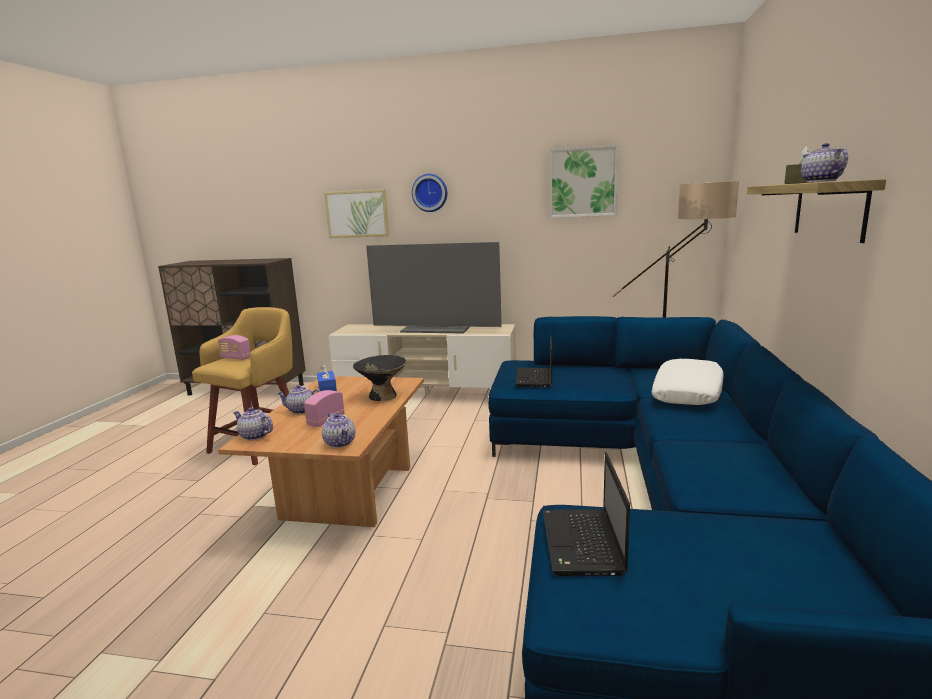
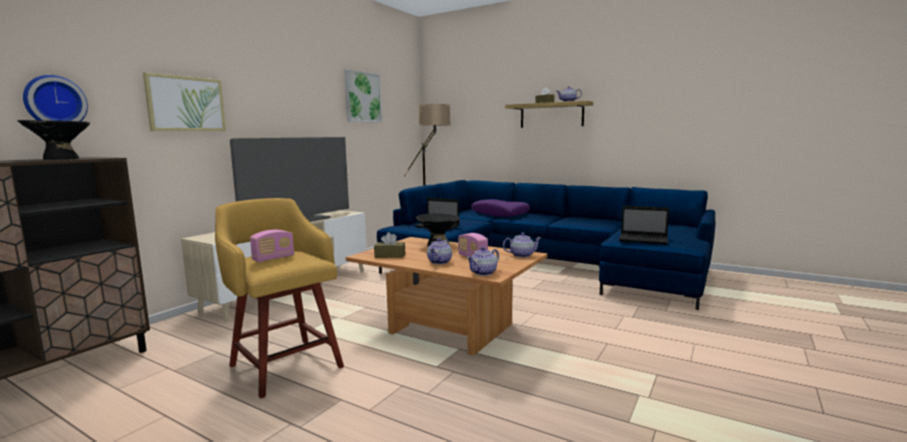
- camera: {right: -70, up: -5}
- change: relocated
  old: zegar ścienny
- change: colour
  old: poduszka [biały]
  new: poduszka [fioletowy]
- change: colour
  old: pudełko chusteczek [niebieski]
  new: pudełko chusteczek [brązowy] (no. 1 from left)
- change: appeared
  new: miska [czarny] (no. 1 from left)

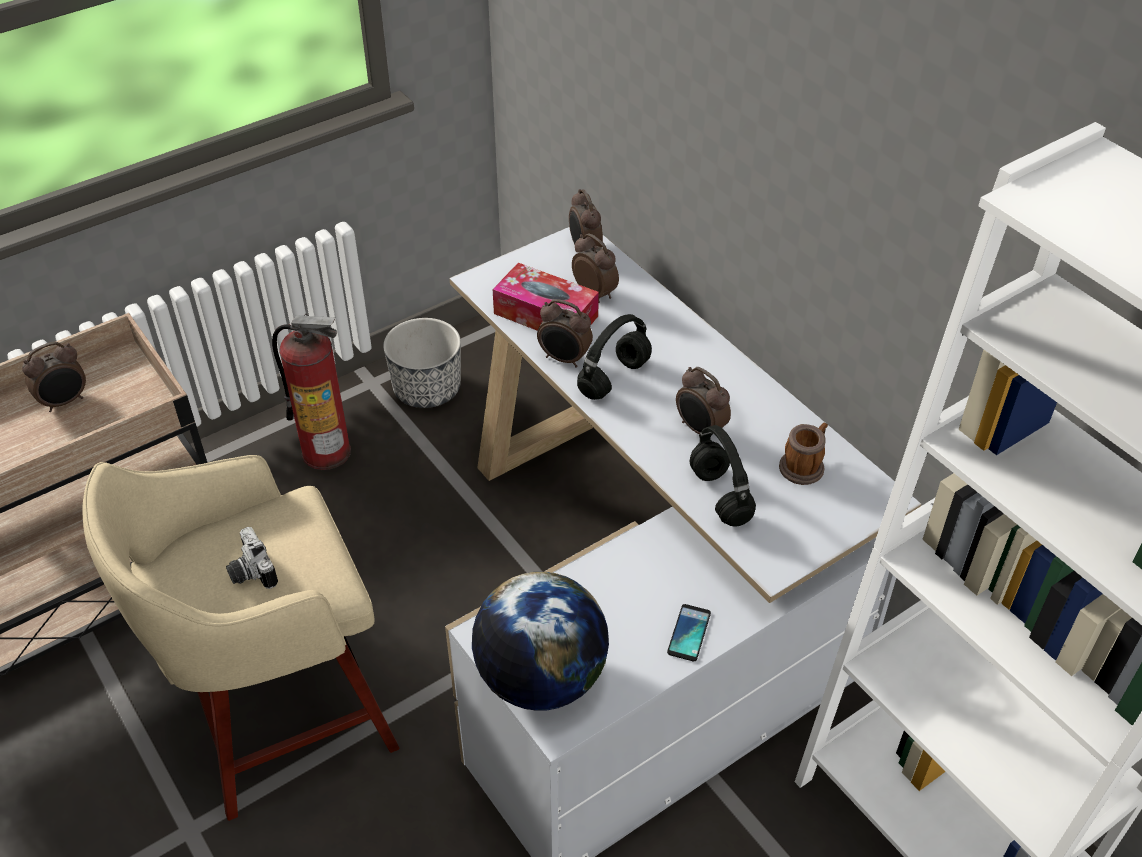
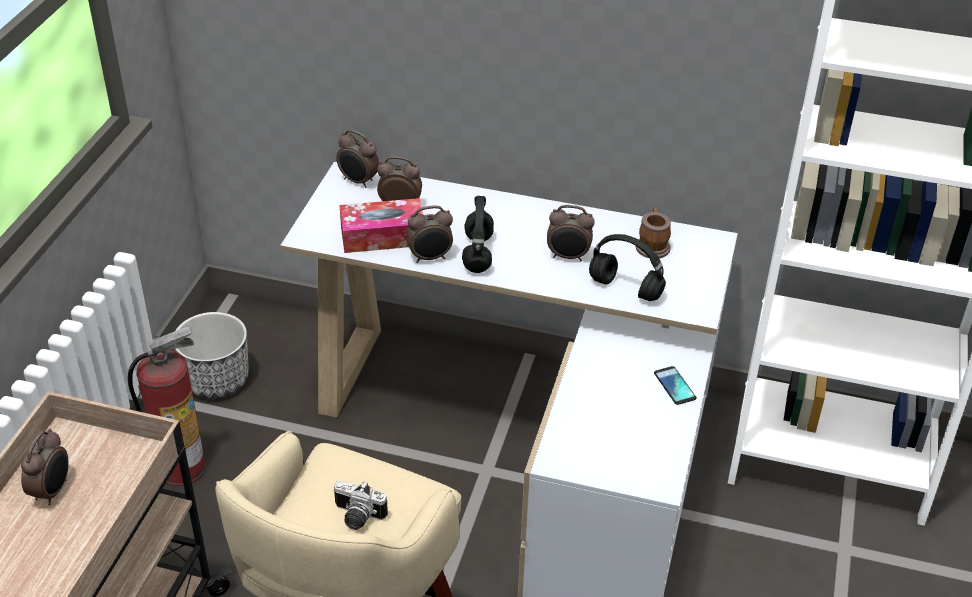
- camera: {right: -40, up: -5}
- change: missing
  old: globus

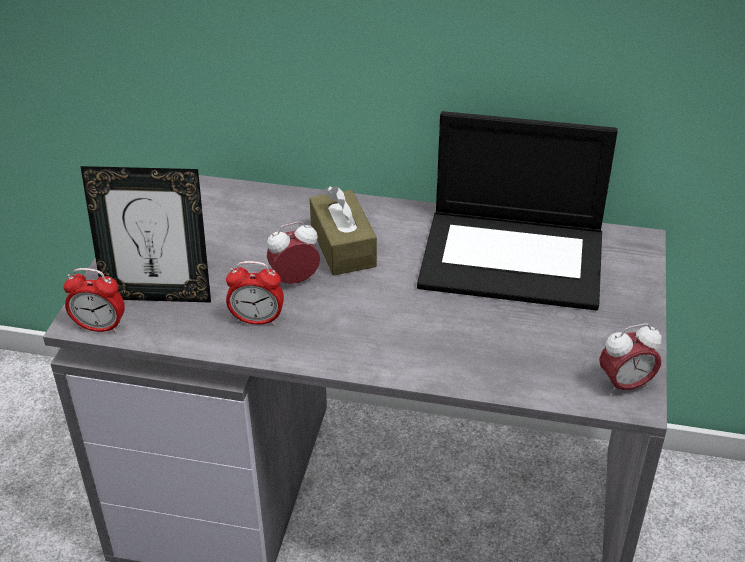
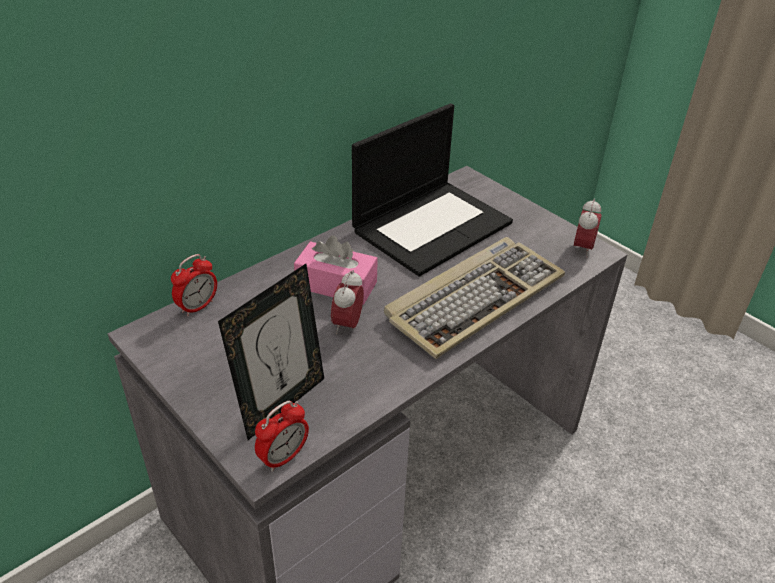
- camera: {right: -55, up: 0}
- change: colour
  old: pudełko chusteczek [brązowy]
  new: pudełko chusteczek [różowy]
- change: relocated
  old: budzik (no. 2 from left in the first image)
  new: budzik (no. 1 from left)
- change: appeared
  new: klawiatura

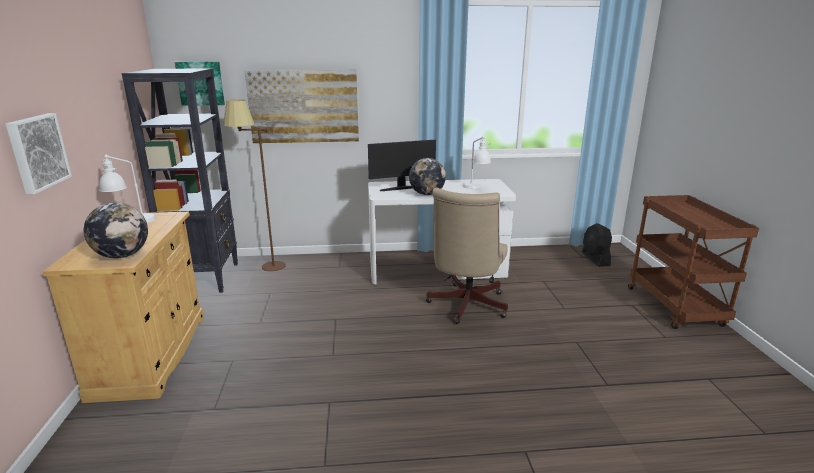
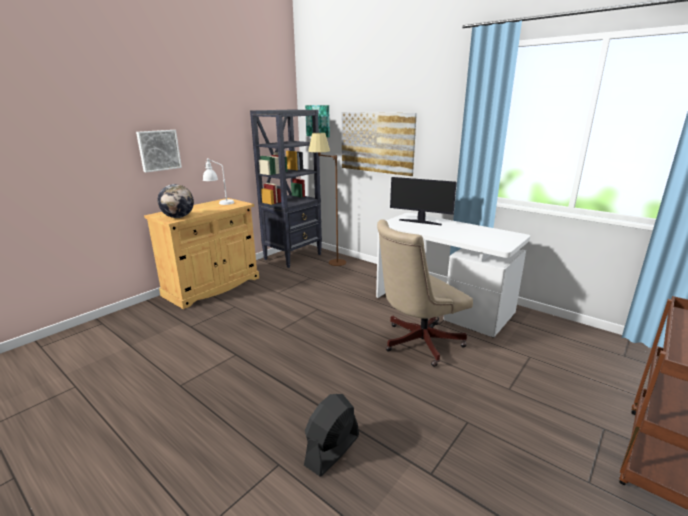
- camera: {right: 45, up: 0}
- change: missing
  old: lampa stołowa [biały] (no. 2 from left)
- change: missing
  old: globus (no. 2 from left)
- change: relocated
  old: wentylator [czarny]

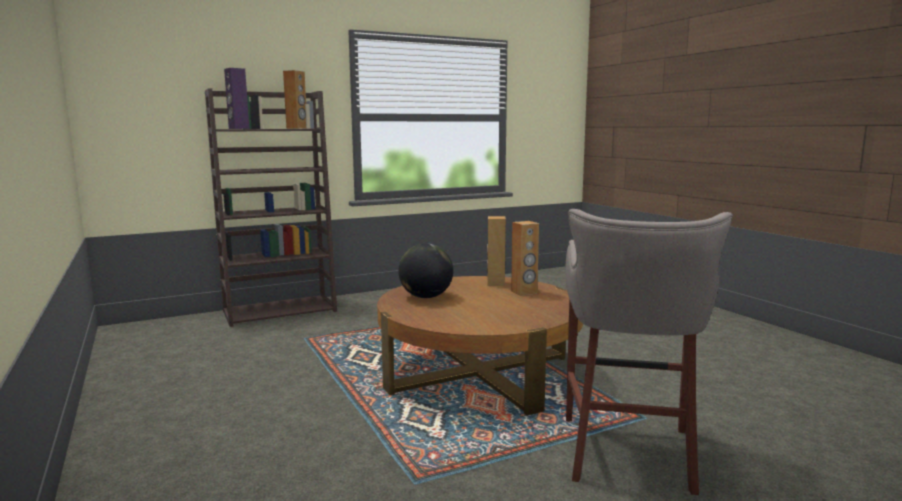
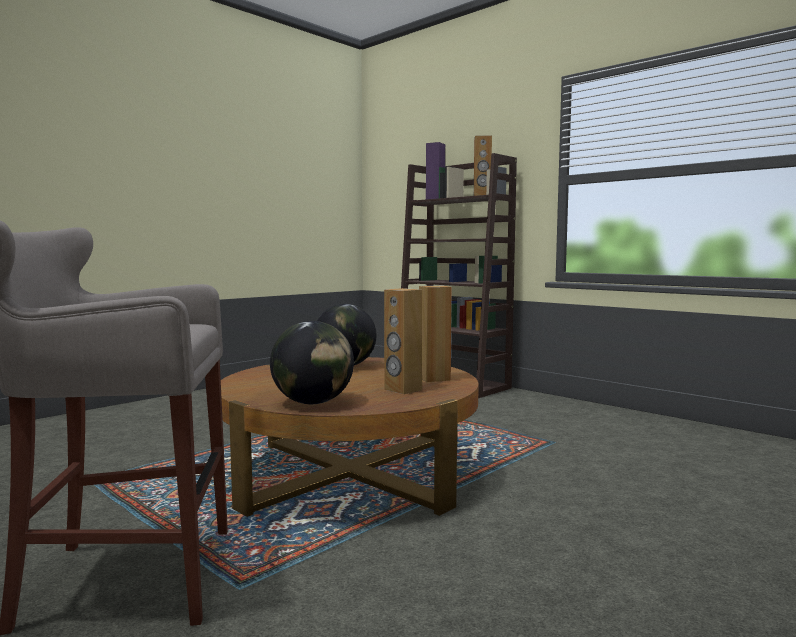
- camera: {right: 70, up: -5}
- change: appeared
  new: globus (no. 1 from left)

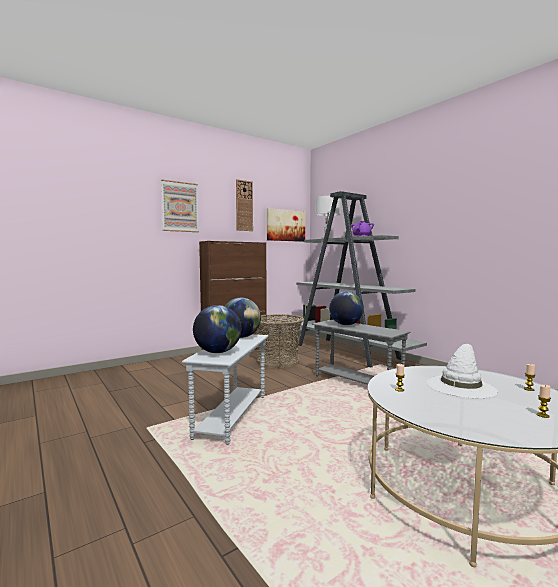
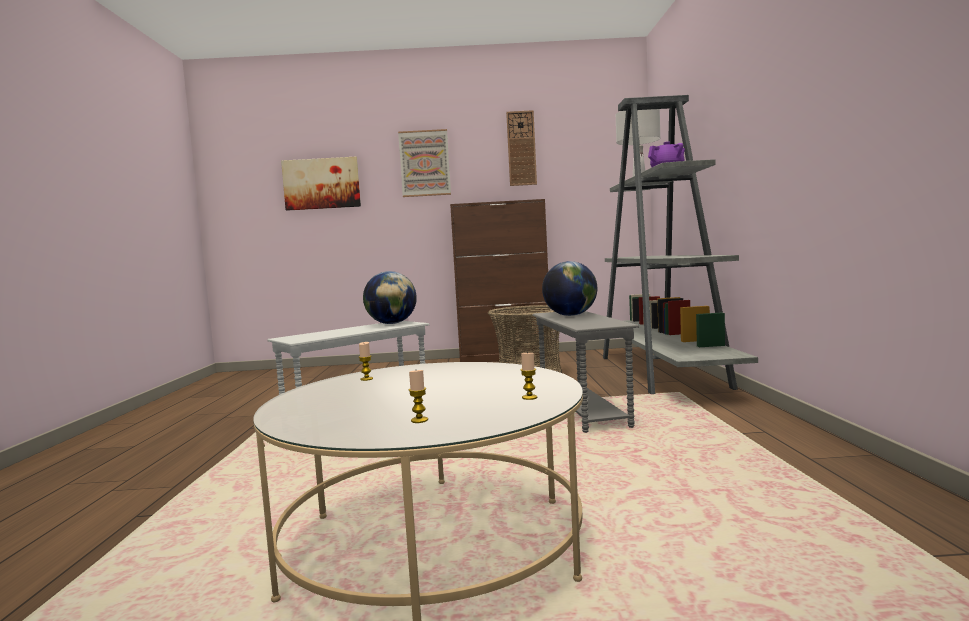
- camera: {right: 35, up: 0}
- change: relocated
  old: obraz (no. 2 from left in the first image)
  new: obraz (no. 1 from left)
- change: missing
  old: globus (no. 1 from left)
- change: missing
  old: kapelusz [biały]

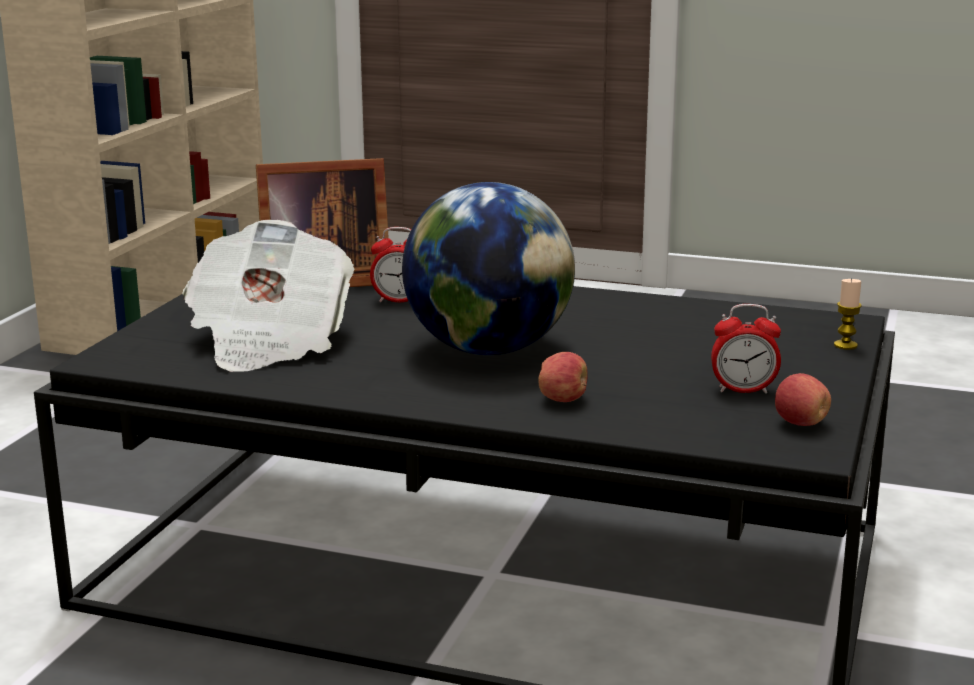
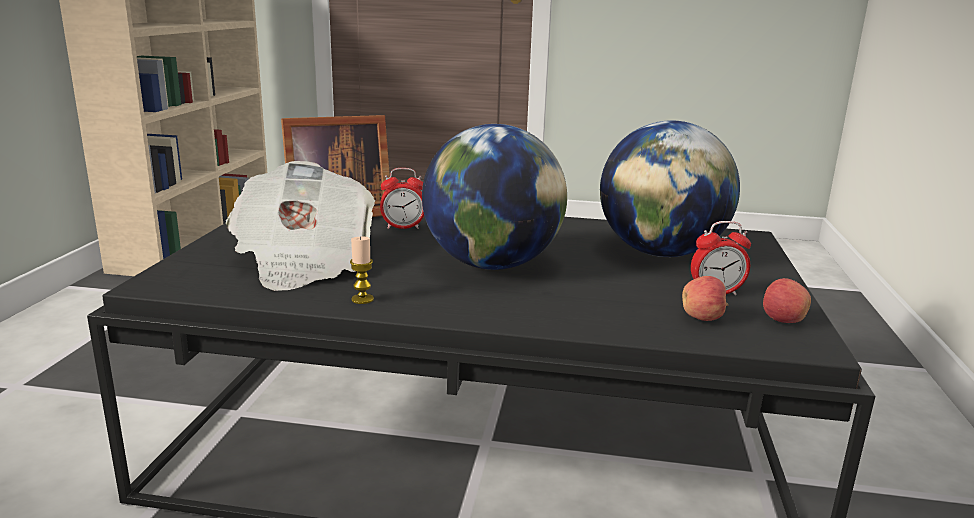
- camera: {right: -10, up: 0}
- change: relocated
  old: świeca
- change: relocated
  old: jabłko (no. 1 from left)
- change: appeared
  new: globus (no. 2 from left)

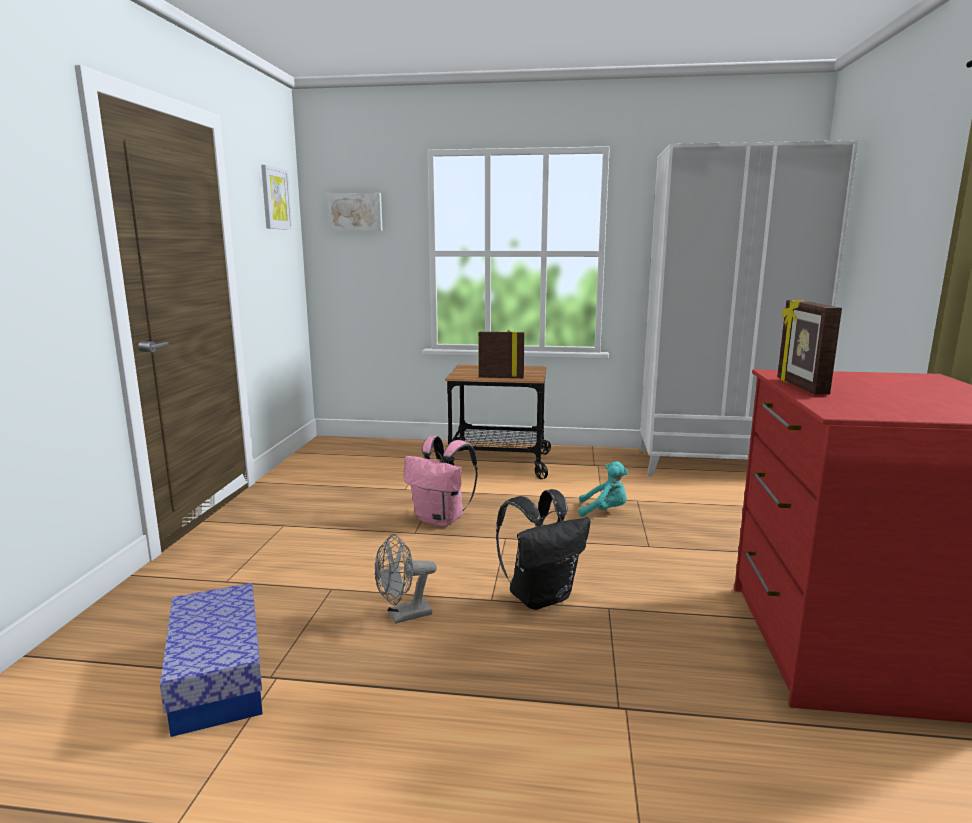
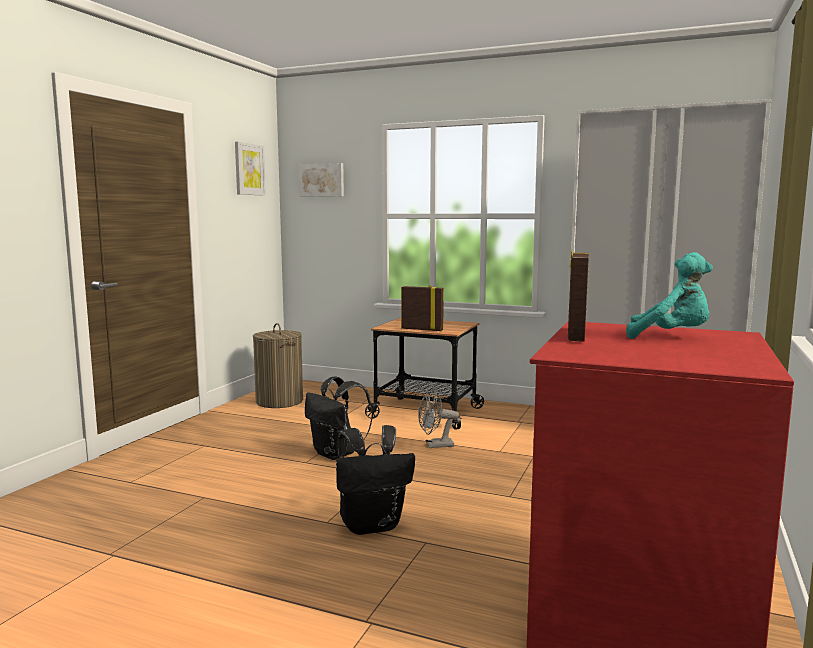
- camera: {right: 15, up: -5}
- change: colour
  old: plecak [różowy]
  new: plecak [czarny] (no. 1 from left)
- change: relocated
  old: pluszak [turkusowy]
- change: relocated
  old: wentylator [szary]
- change: missing
  old: pojemnik do przechowywania
- change: appeared
  new: kosz na pranie

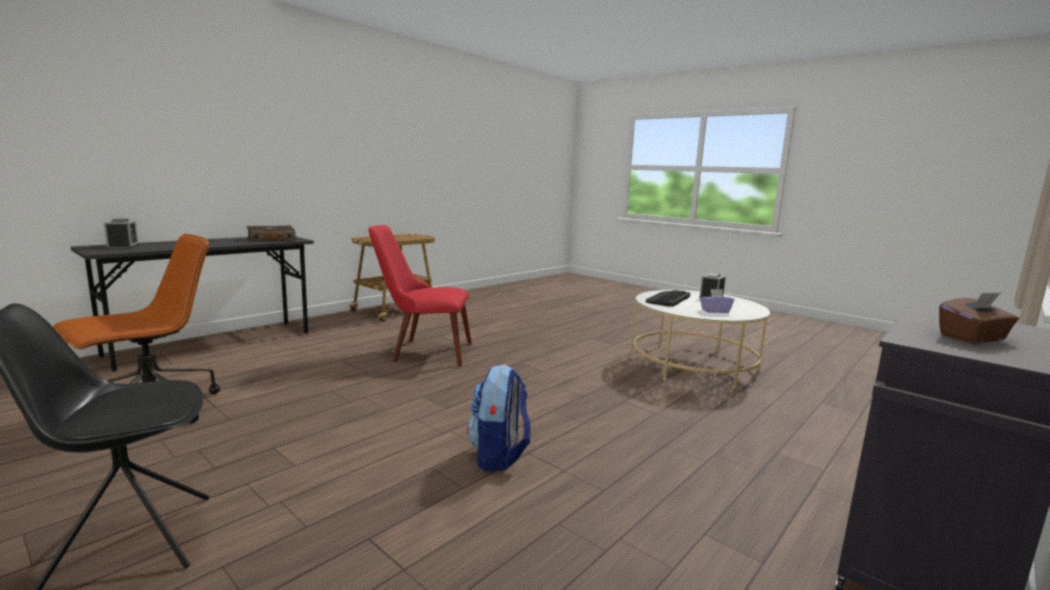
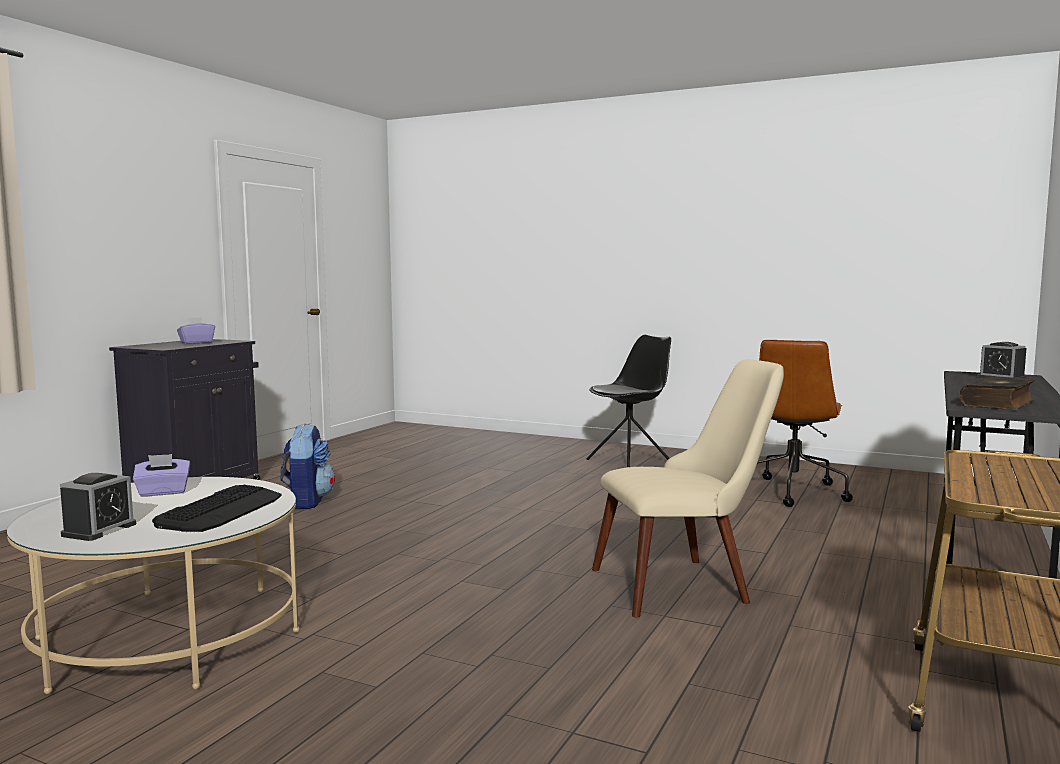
- camera: {right: 165, up: -5}
- change: colour
  old: krzesło [czerwony]
  new: krzesło [beżowy]
- change: colour
  old: pudełko chusteczek [brązowy]
  new: pudełko chusteczek [fioletowy] (no. 2 from left)
- change: relocated
  old: plecak

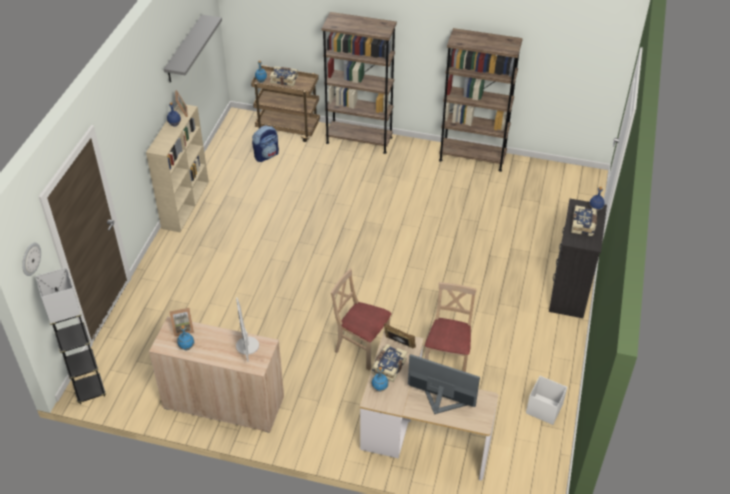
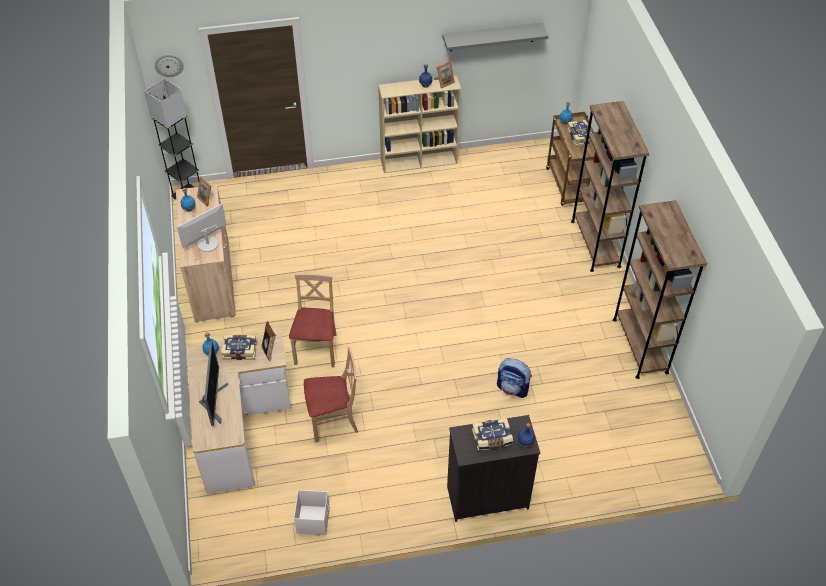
- camera: {right: 65, up: 5}
- change: relocated
  old: plecak

